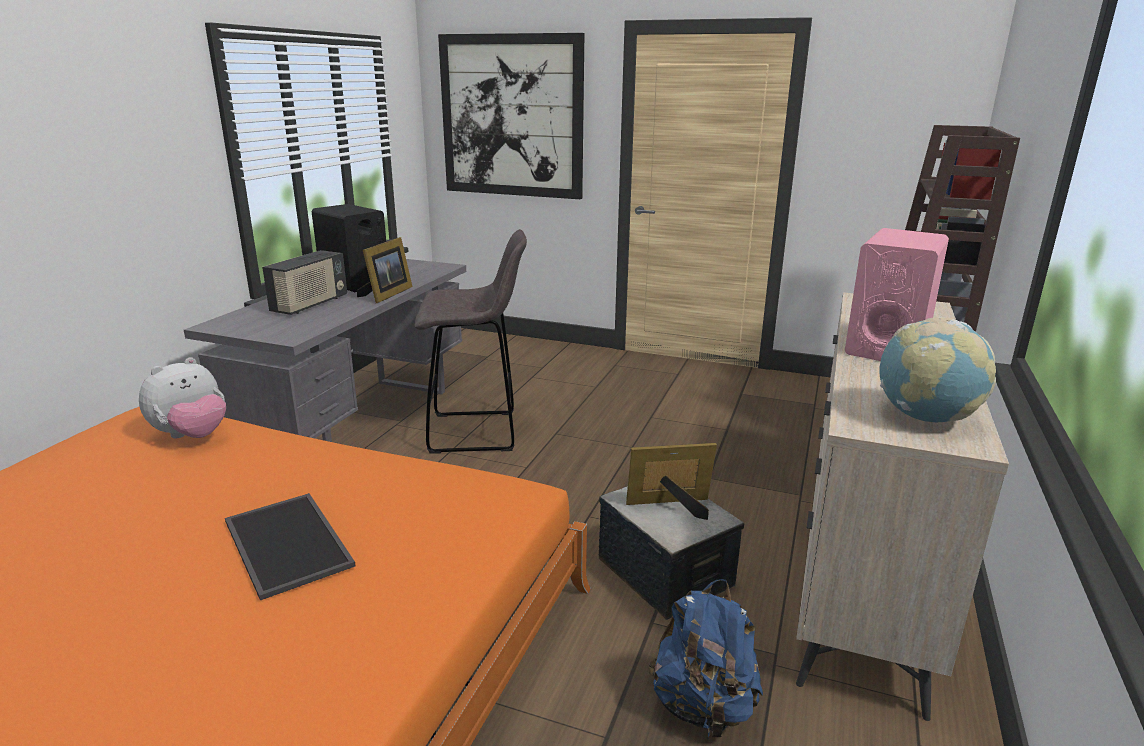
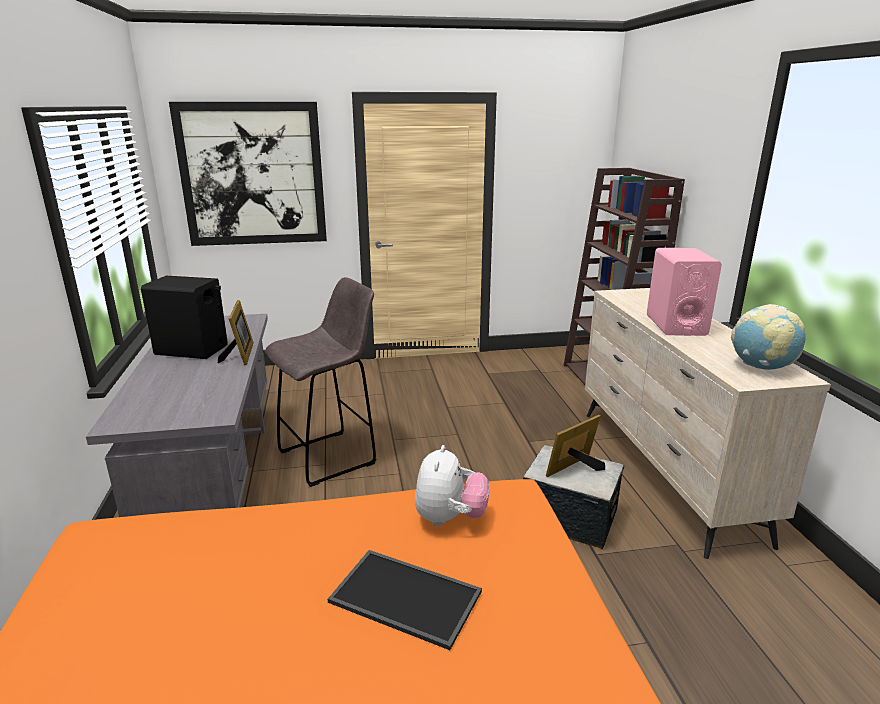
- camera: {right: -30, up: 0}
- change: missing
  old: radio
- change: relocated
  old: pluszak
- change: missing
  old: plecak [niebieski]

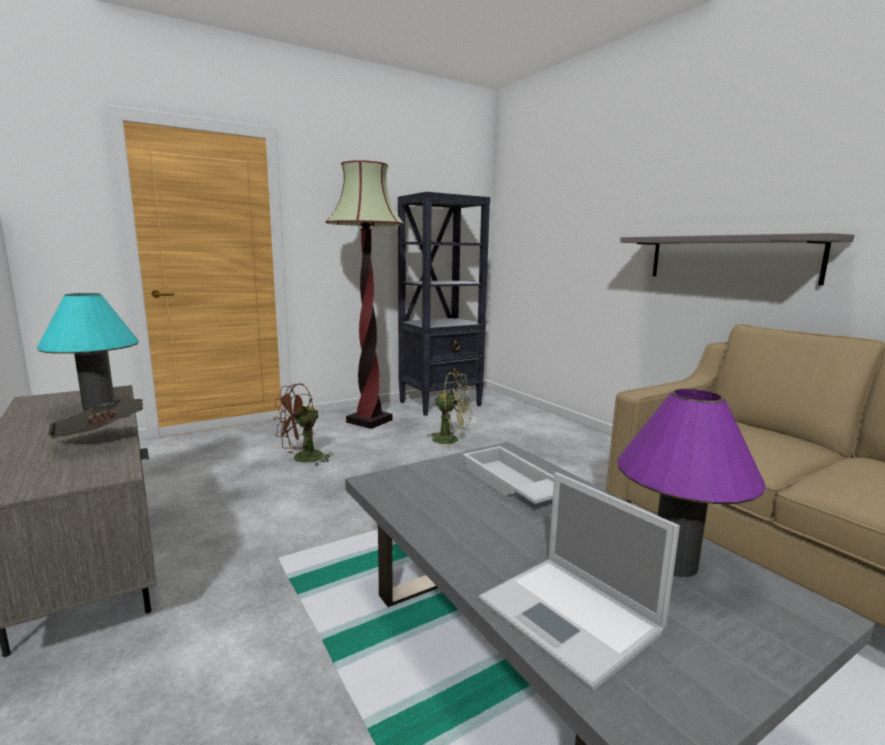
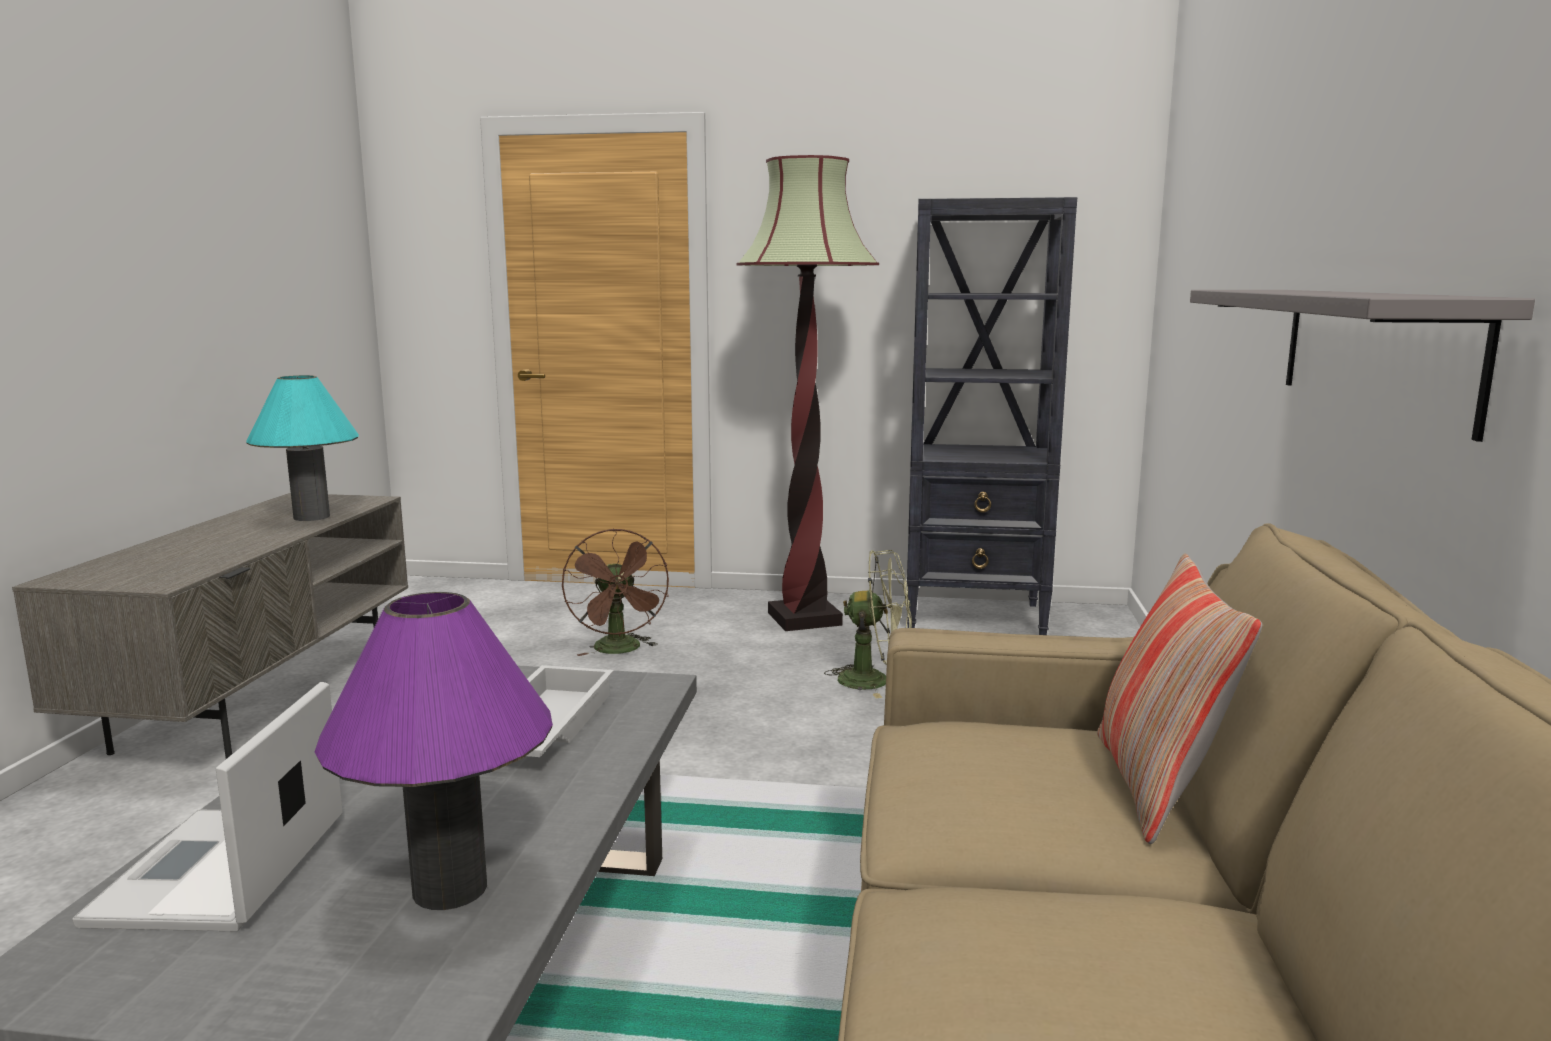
- camera: {right: 40, up: 0}
- change: spun
  old: wentylator [zielony]
  degrees: -45
- change: spun
  old: wentylator [brązowy]
  degrees: -105
- change: missing
  old: gazeta
- change: appeared
  new: poduszka

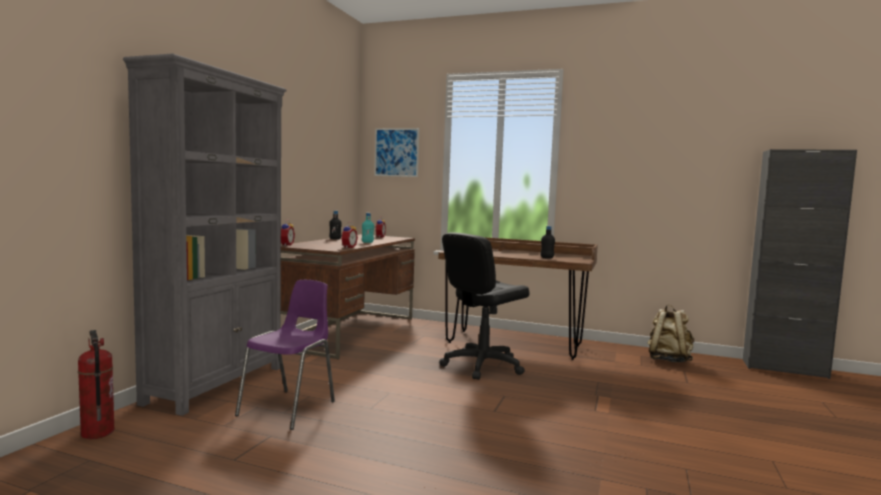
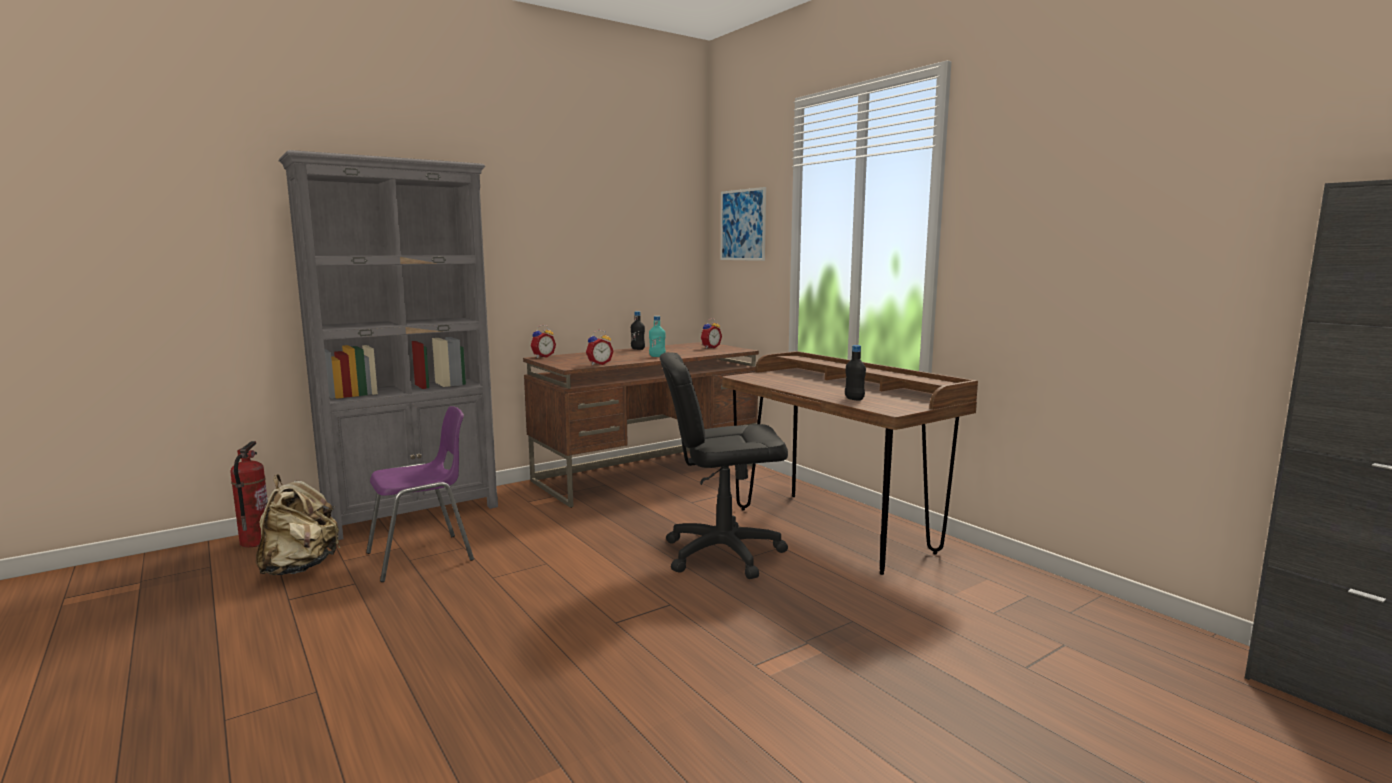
- camera: {right: 35, up: 5}
- change: relocated
  old: plecak [beżowy]

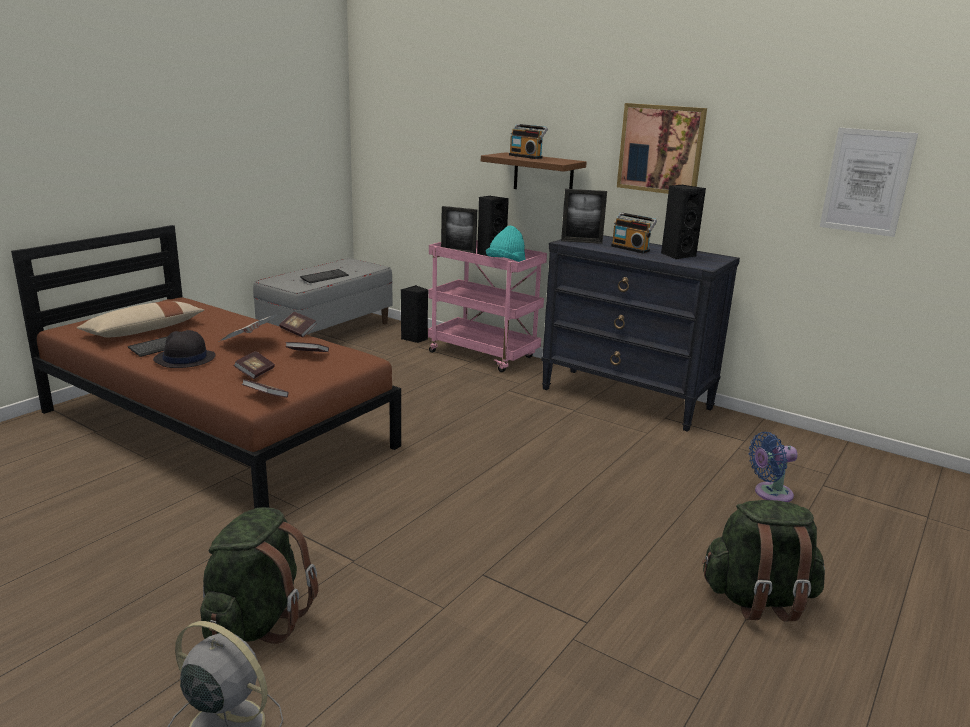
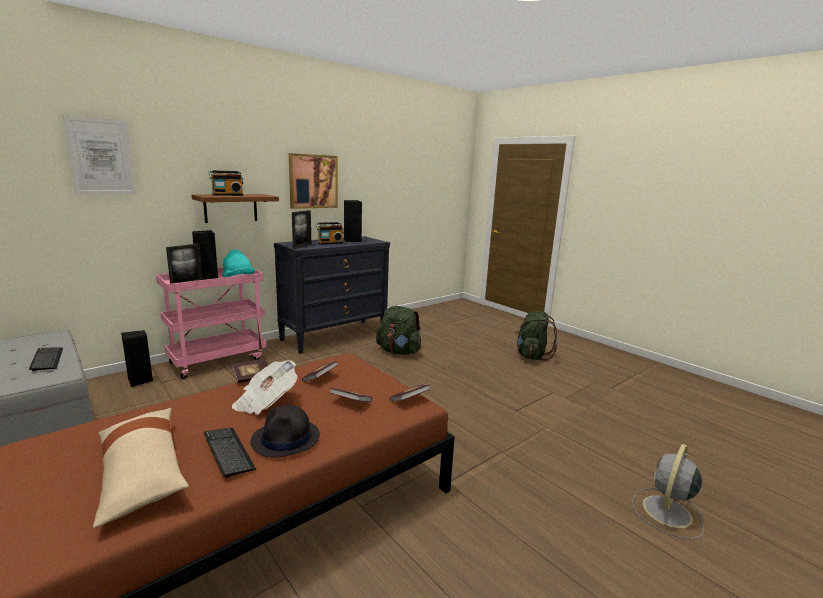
- camera: {right: -75, up: -5}
- change: relocated
  old: obraz (no. 2 from left in the first image)
  new: obraz (no. 1 from left)
- change: missing
  old: wentylator [niebieski]
- change: relocated
  old: plecak [zielony] (no. 1 from left)

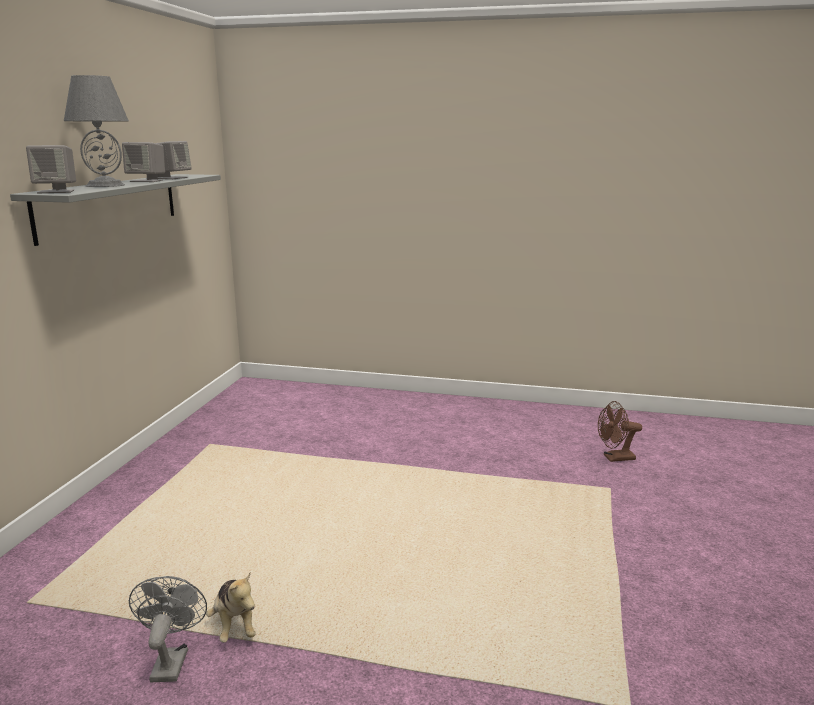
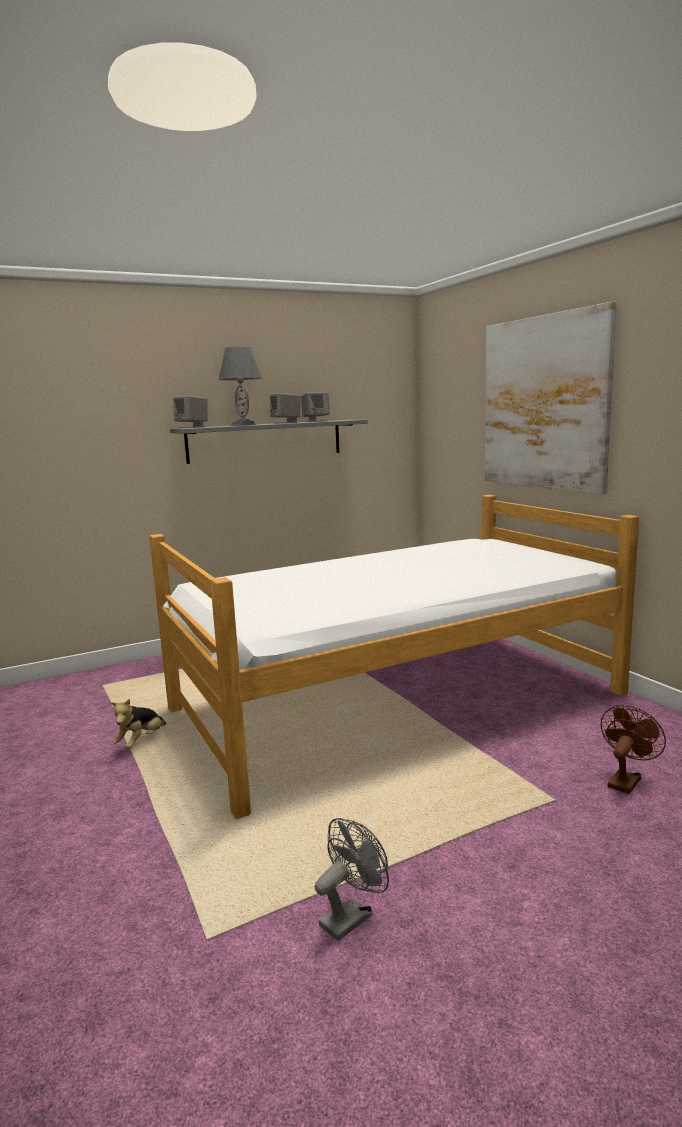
- camera: {right: 50, up: -5}
- change: spun
  old: wentylator [brązowy]
  degrees: 90
- change: relocated
  old: wentylator [szary]
- change: appeared
  new: obraz
- change: appeared
  new: łóżko

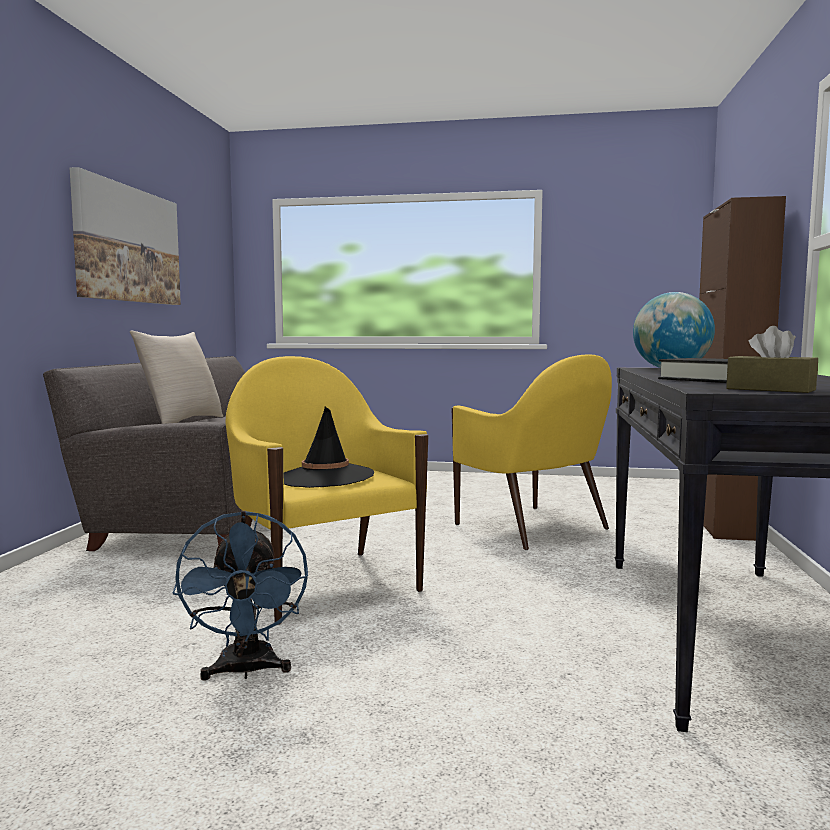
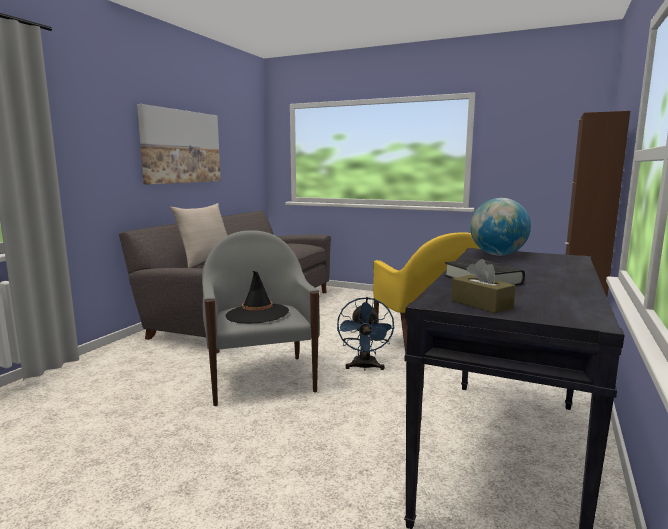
- camera: {right: 15, up: 5}
- change: colour
  old: fotel [żółty] (no. 1 from left)
  new: fotel [szary]
- change: relocated
  old: wentylator [niebieski]

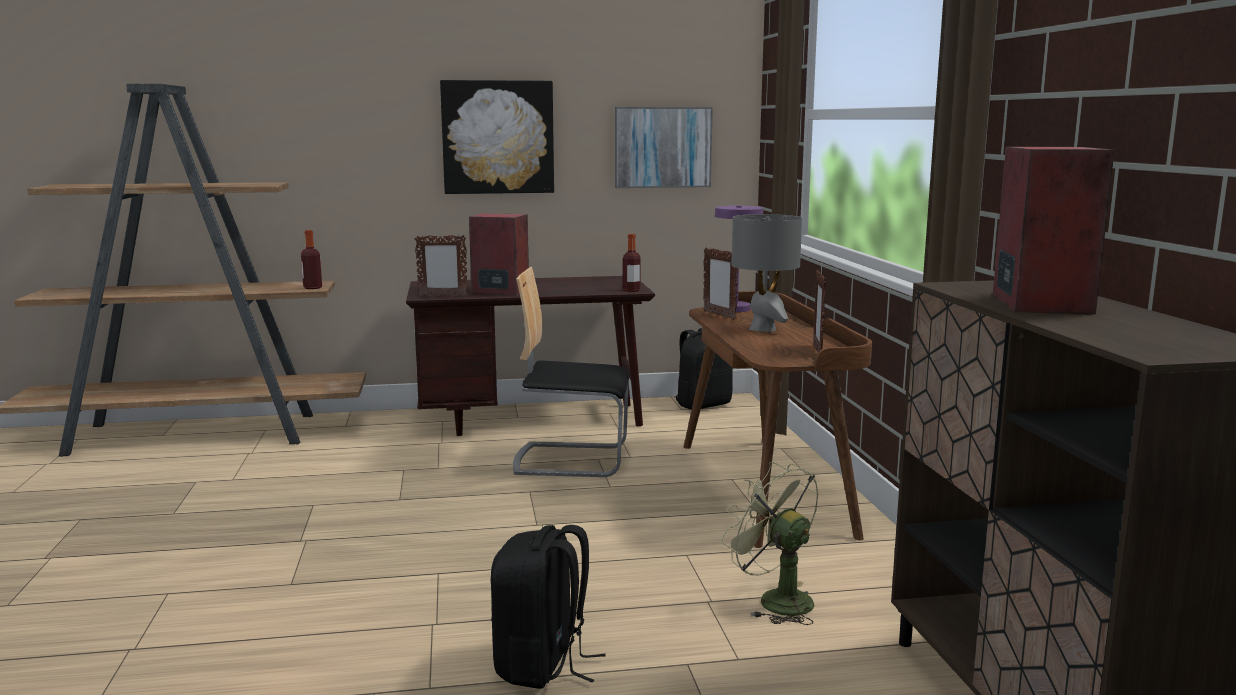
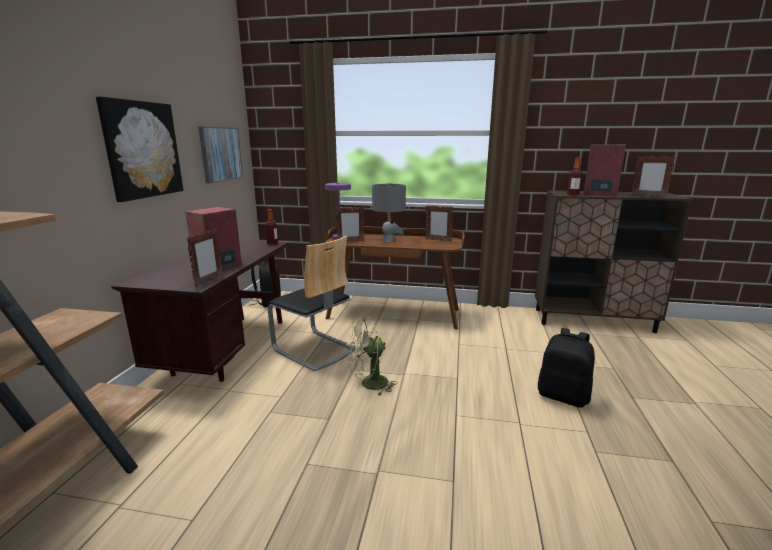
- camera: {right: -70, up: 5}
- change: relocated
  old: butelka (no. 1 from left in the first image)
  new: butelka (no. 2 from left)
- change: spun
  old: krzesło
  degrees: -75
- change: relocated
  old: wentylator [zielony]
- change: appeared
  new: ramka na zdjęcie (no. 4 from left)

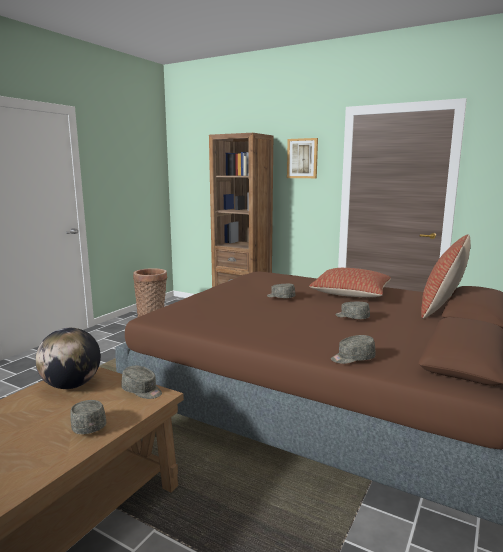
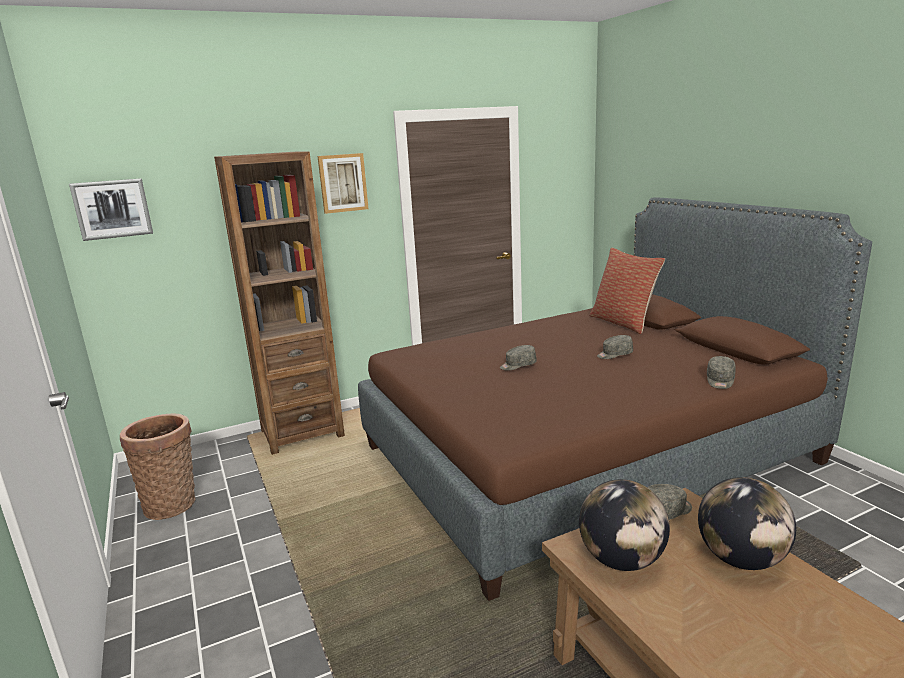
- camera: {right: -55, up: 5}
- change: missing
  old: poduszka (no. 1 from left)
- change: exchanged
  old: czapka z daszkiem [szary] (no. 1 from left)
  new: globus (no. 2 from left)
- change: appeared
  new: obraz (no. 1 from left)

